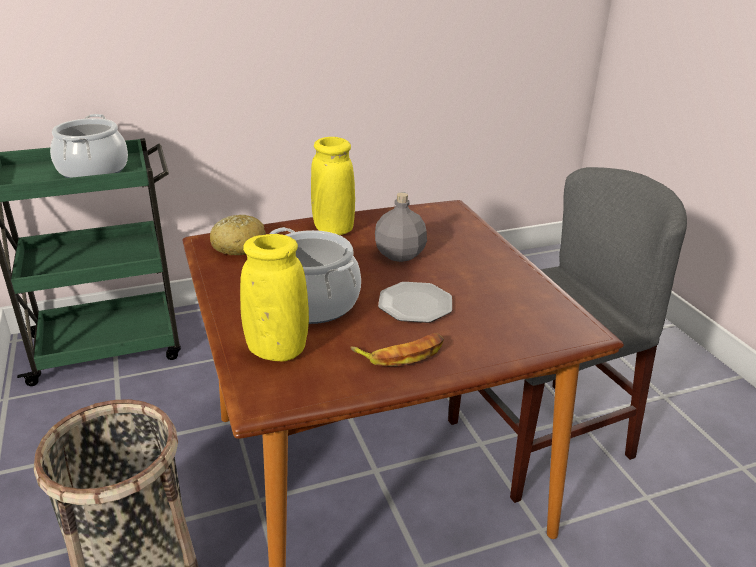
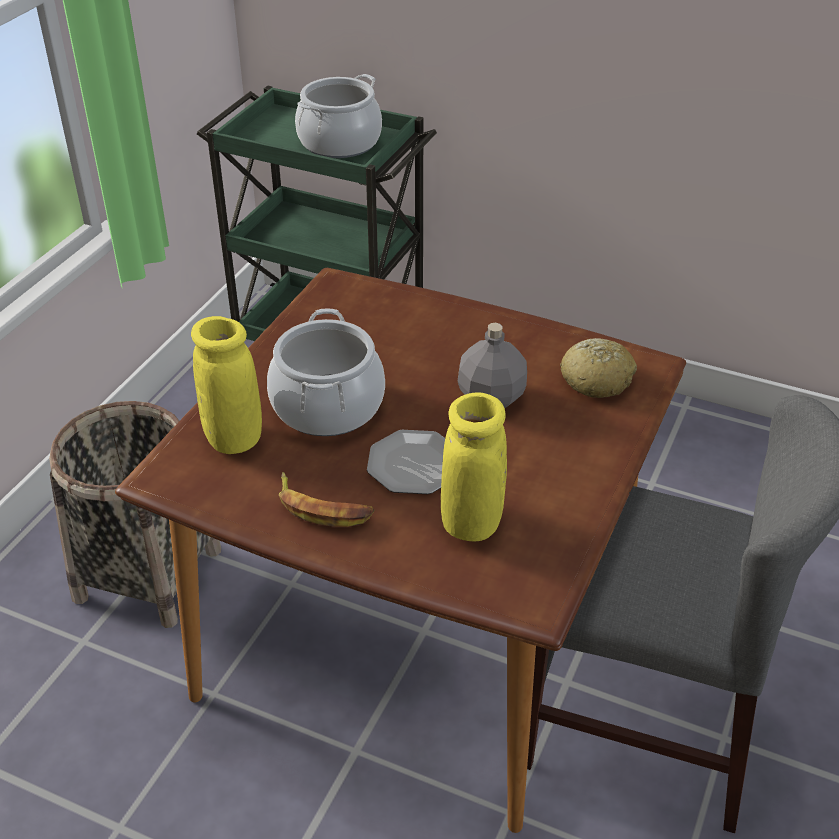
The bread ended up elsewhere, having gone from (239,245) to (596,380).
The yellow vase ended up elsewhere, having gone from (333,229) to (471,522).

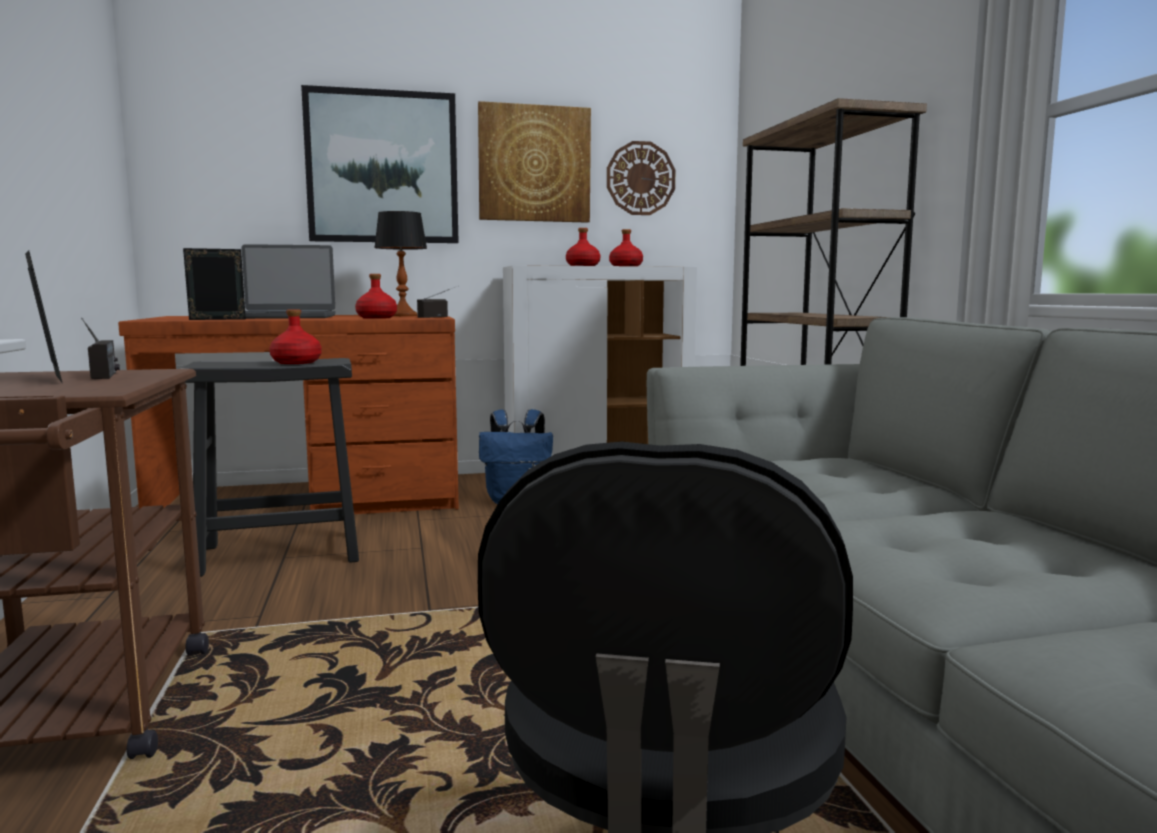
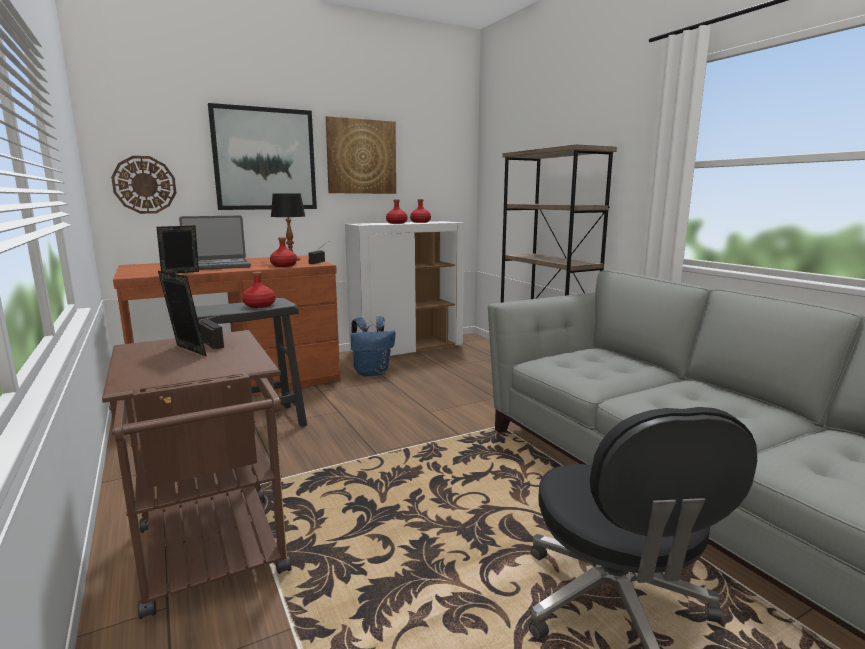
The wall clock ended up elsewhere, having gone from (640,178) to (144,185).

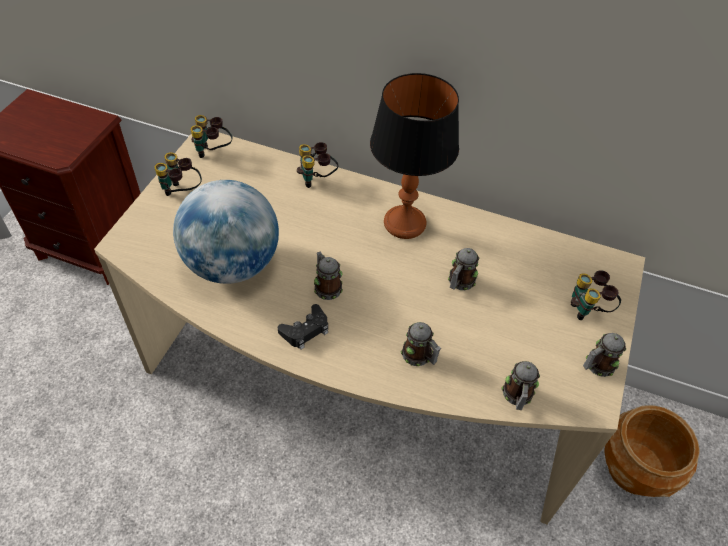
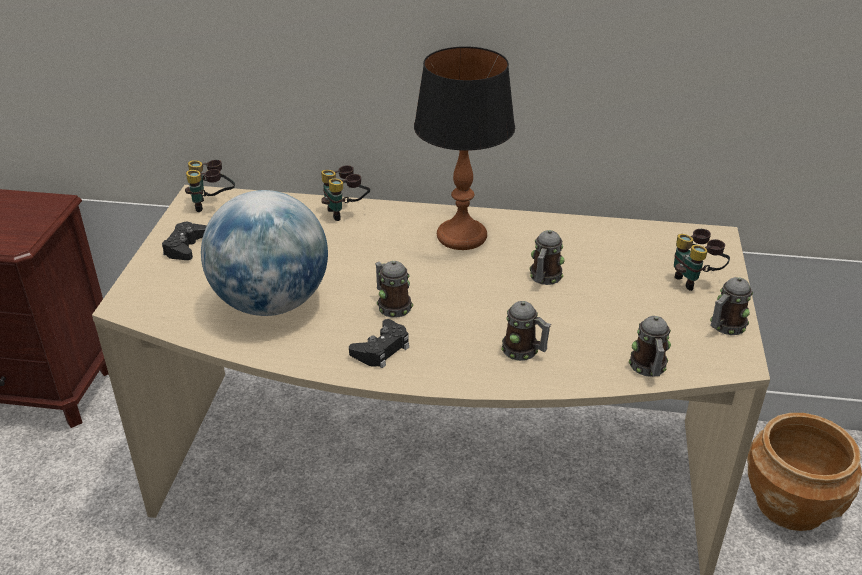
Where the binoculars stood at (181,193), the black game controller came to stand at (186,247).

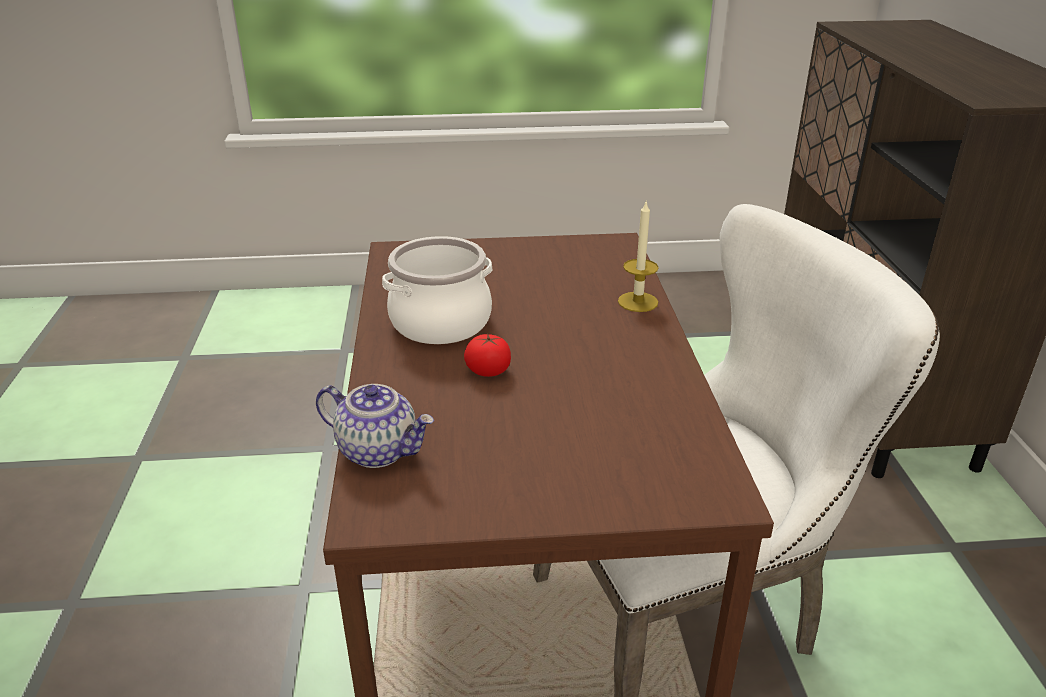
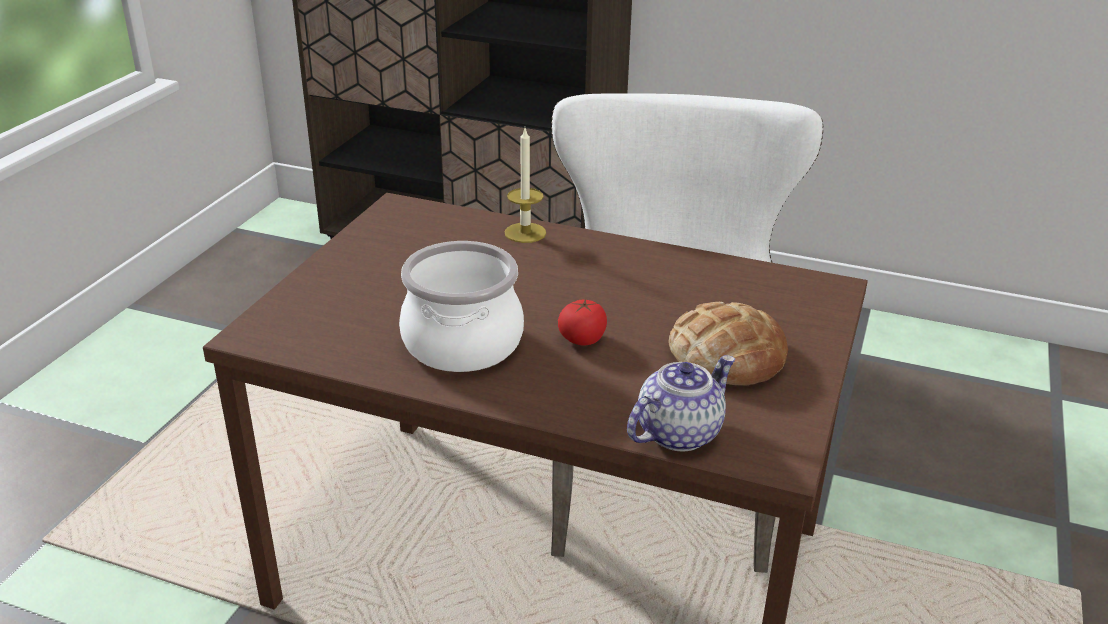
The second view gained the bread at (727,354).

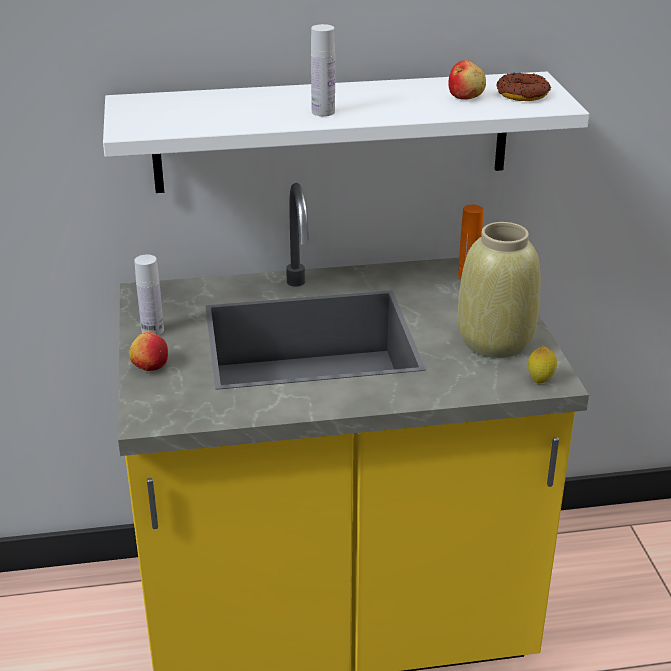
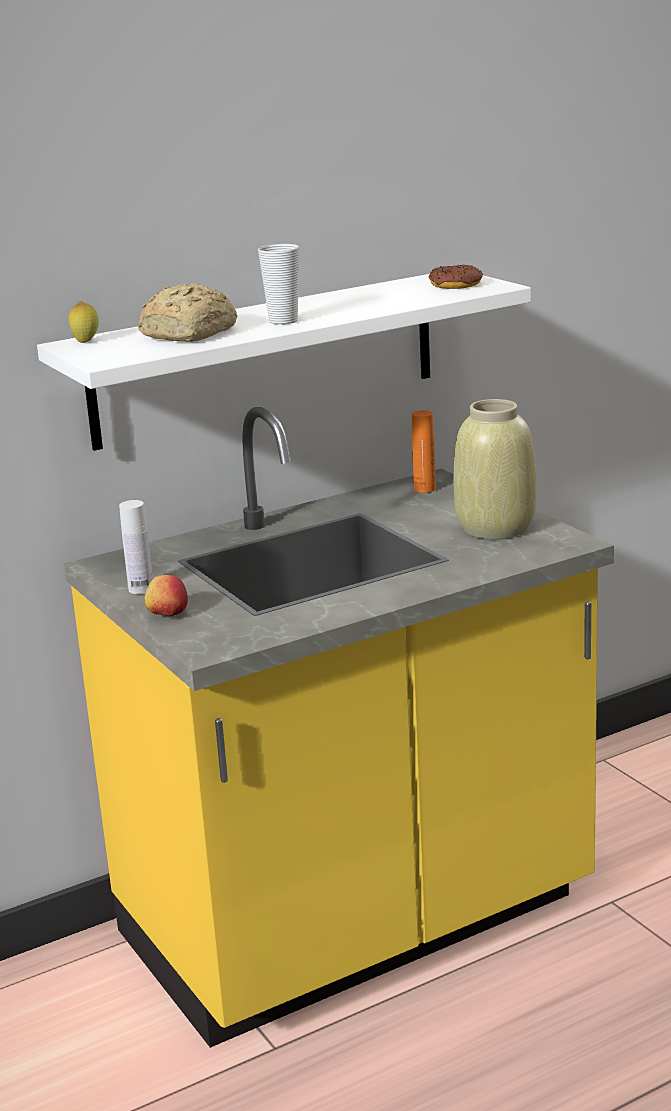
Where the white bottle stood at (323,112), the cup came to stand at (283,321).
The second view lost the apple at (466,97).
The lemon ended up elsewhere, having gone from (540,381) to (86,342).
The second view gained the bread at (191,333).

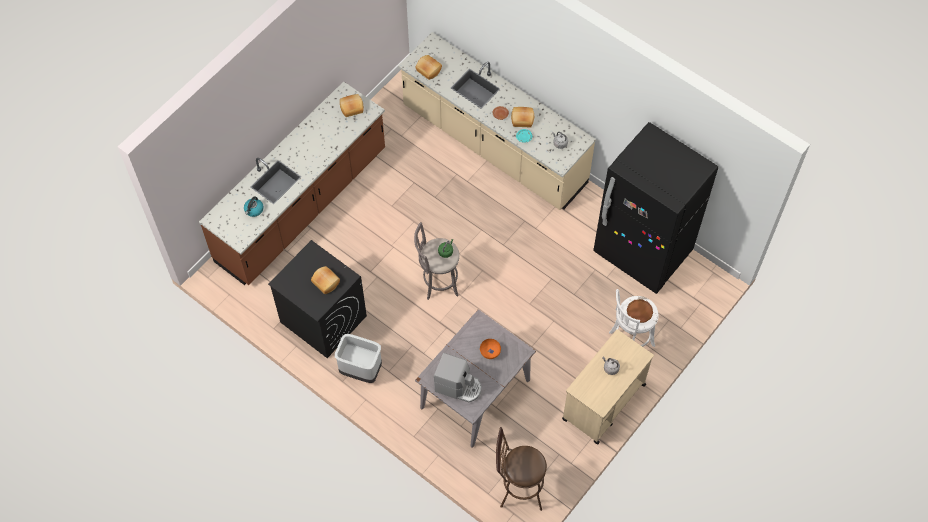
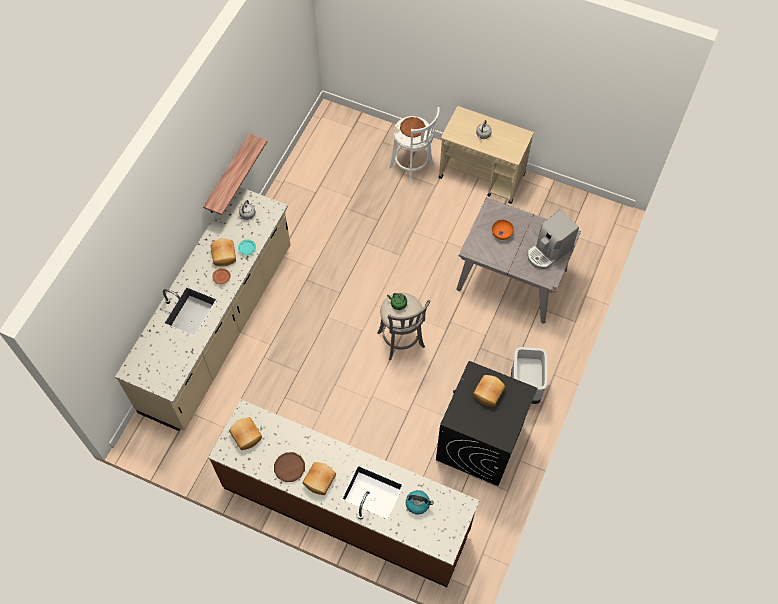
The bread ended up elsewhere, having gone from (428,70) to (320,481).
The coffee machine at (458,386) ended up facing another way, 135 degrees counterclockwise from before.
The second view lost the brown stool at (517,488).
The second view lost the black fridge at (642,252).
The second view gained the shelf at (228,176).
The second view gained the brown plate at (289,468).

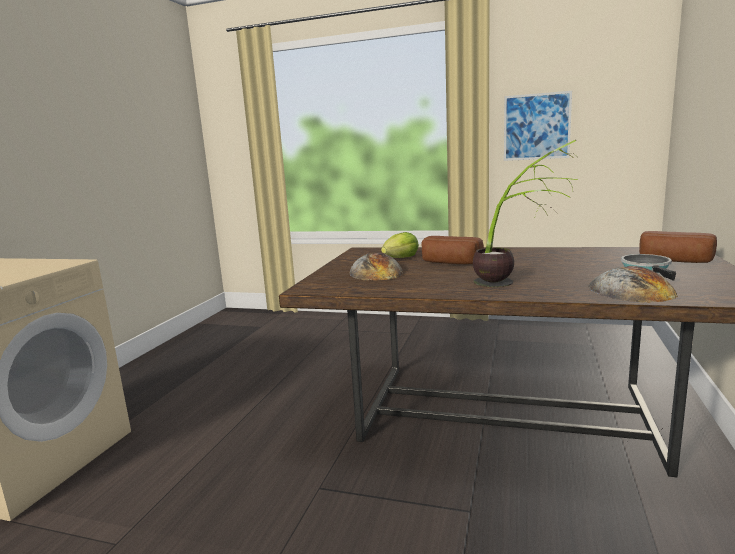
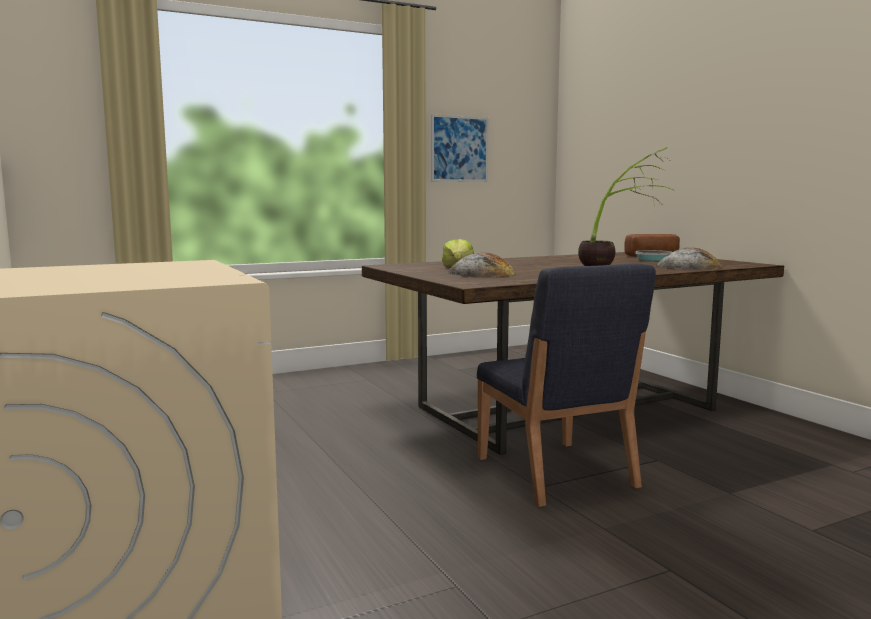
The second view lost the bread at (450,263).
The second view gained the blue chair at (555,473).

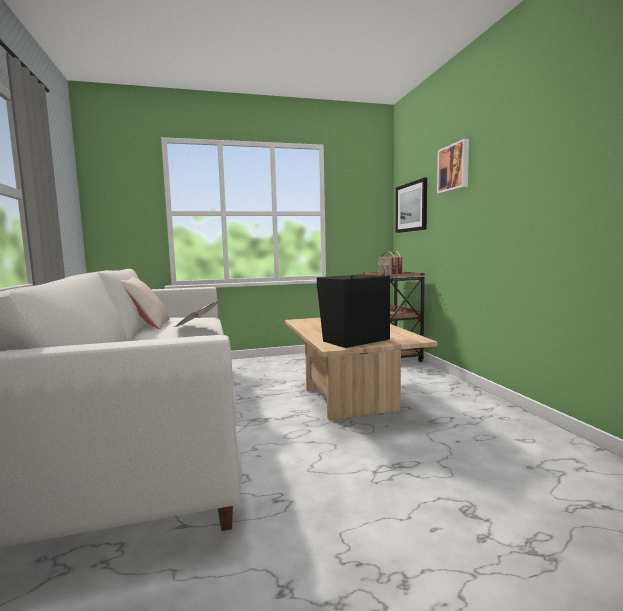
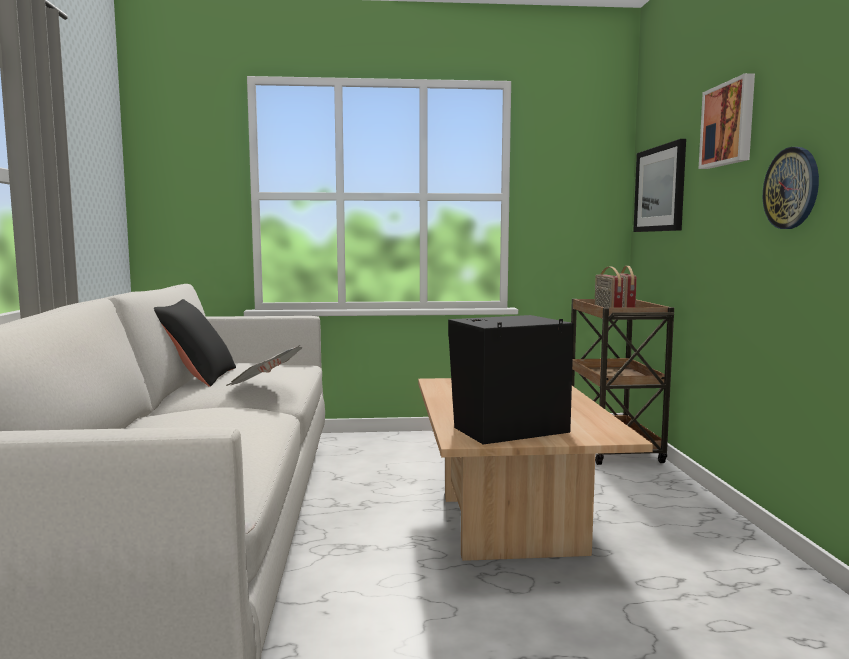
What was the beige pillow at (147,325) turned into the black pillow at (197,377).
The second view gained the wall clock at (792,188).

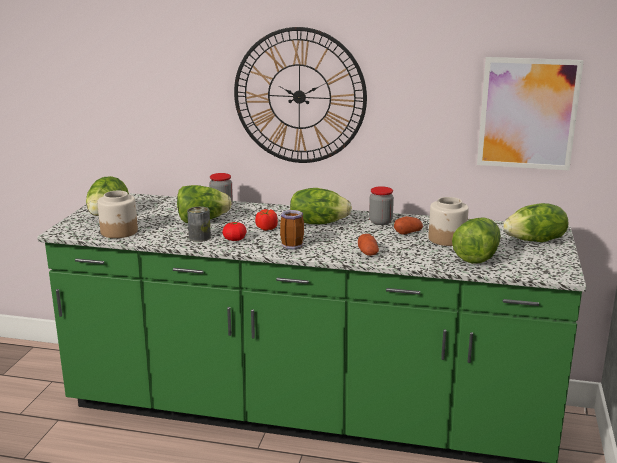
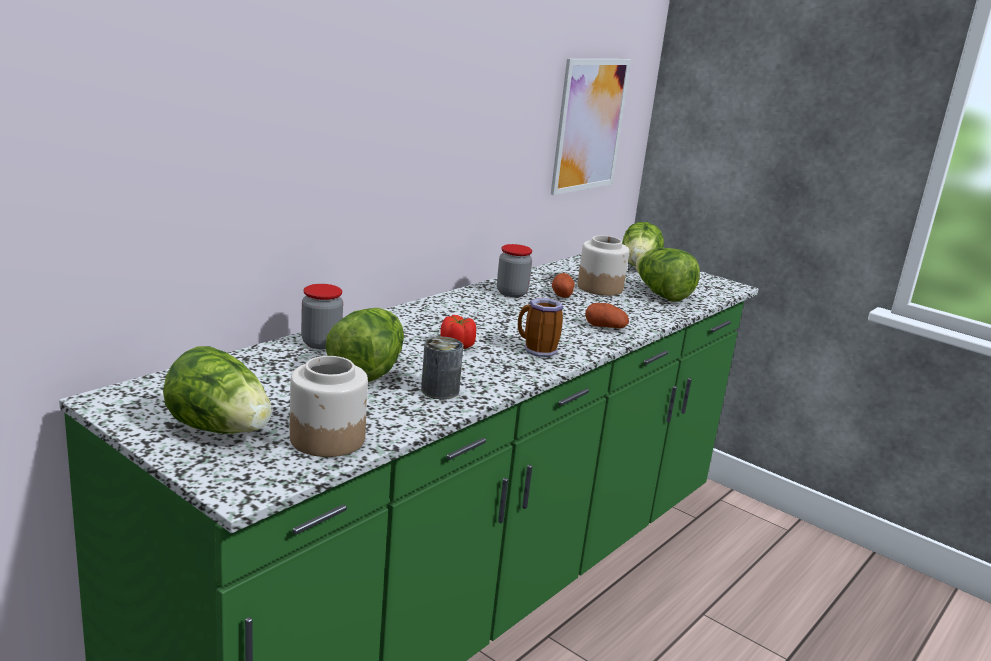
The second view lost the tomato at (234,239).
The second view lost the wall clock at (299,96).
The second view lost the lettuce at (318,222).

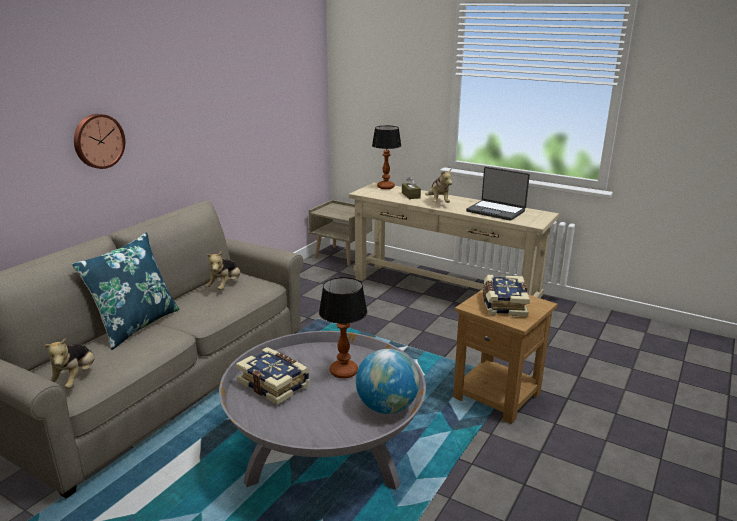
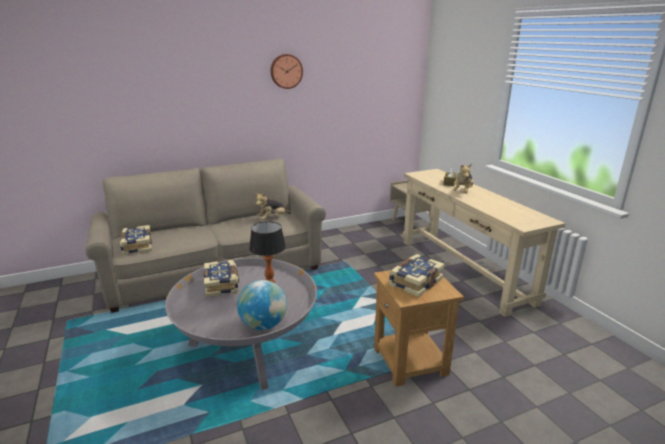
Where the plush toy stood at (75,379), the book came to stand at (136,246).
The second view lost the blue pillow at (135,325).
The wall clock ended up elsewhere, having gone from (98,141) to (286,71).
The second view lost the table lamp at (386,187).
The second view lost the laptop at (496,211).

